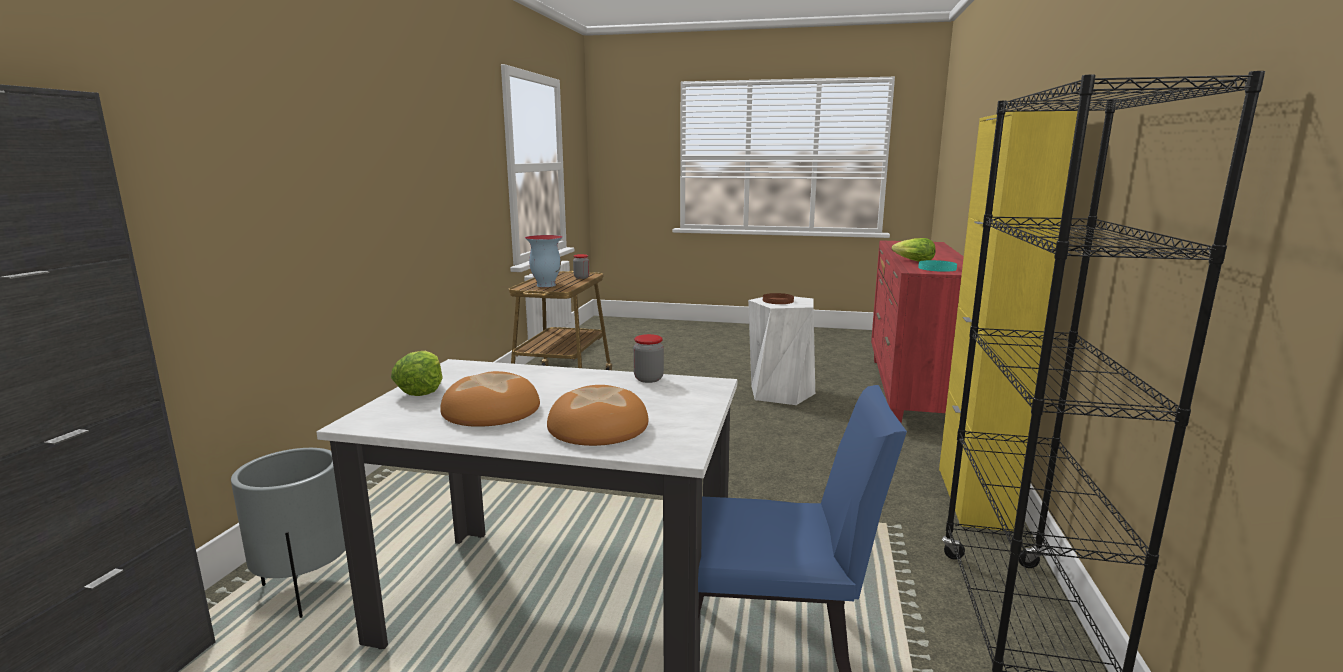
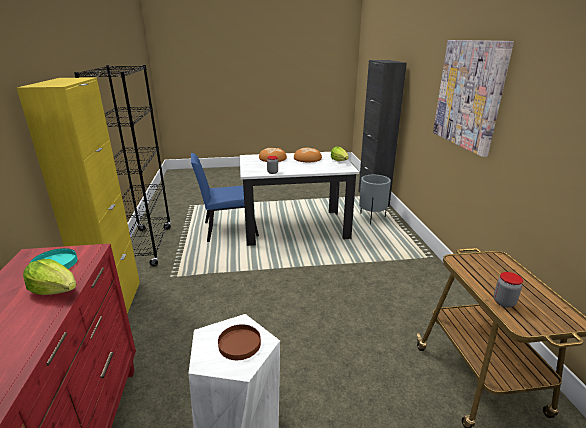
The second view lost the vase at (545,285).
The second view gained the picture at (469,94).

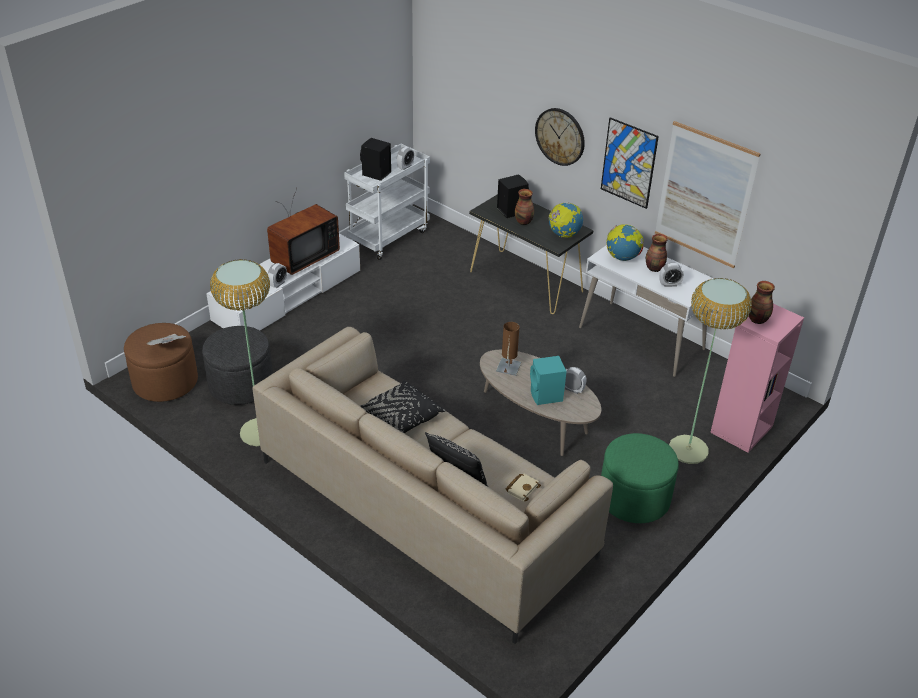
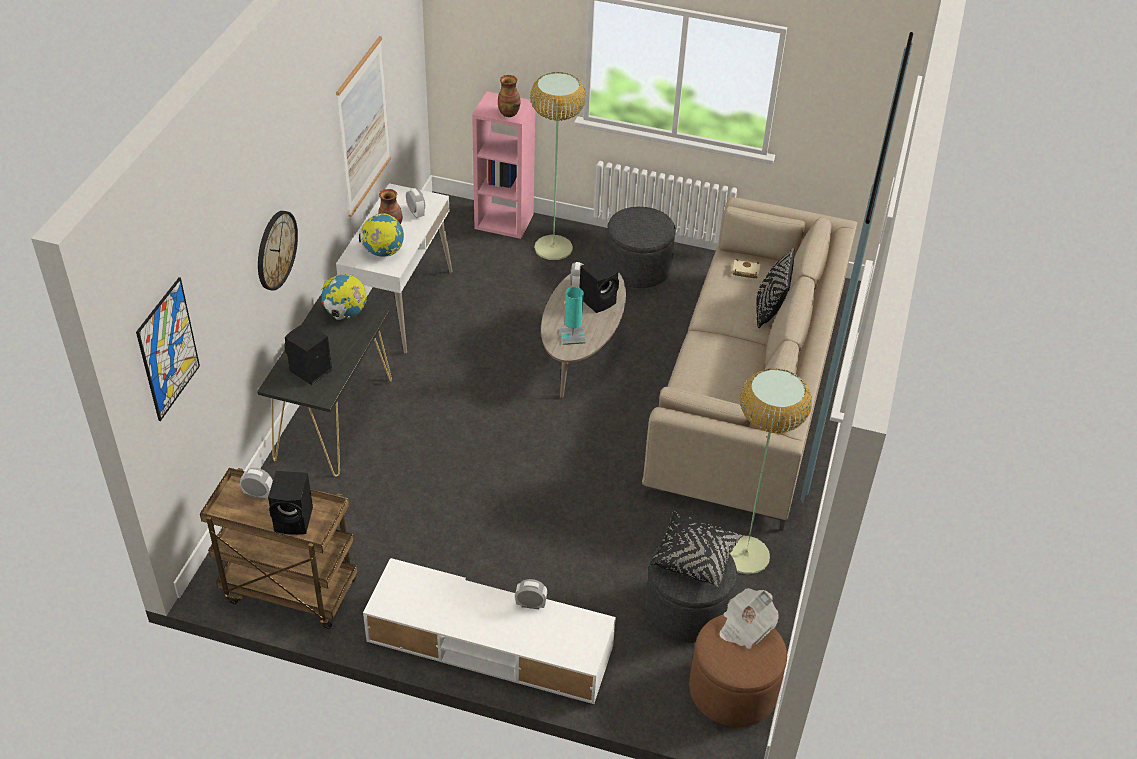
The second view lost the television at (302,257).
What was the white cart at (389,237) turned into the brown cart at (288,591).
The black pillow ended up elsewhere, having gone from (402,417) to (695,557).
What was the brown table lamp at (508,367) turned into the turquoise table lamp at (572,336).
The second view lost the vase at (524,222).
What was the turquoise speaker at (546,396) turned into the black speaker at (598,300).
The picture ended up elsewhere, having gone from (628,163) to (168,349).
What was the green ottoman at (634,498) turned into the grey ottoman at (638,268).

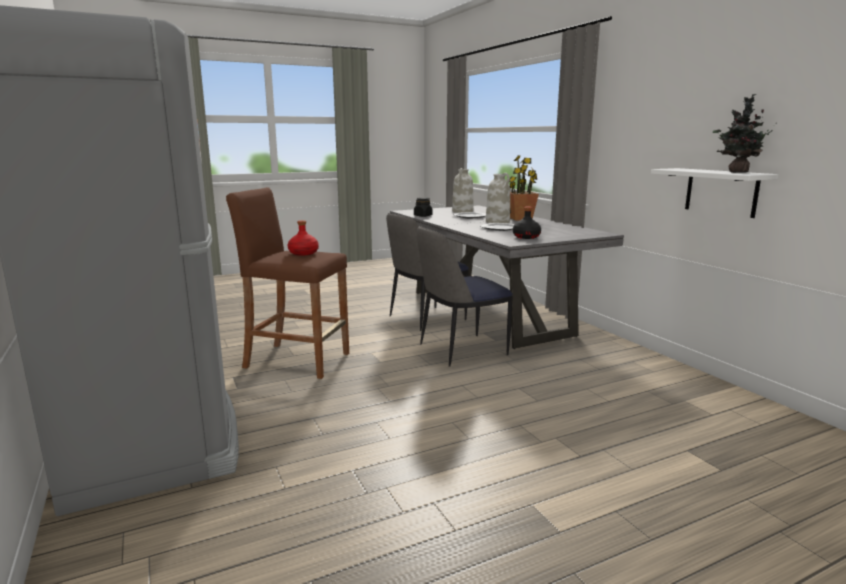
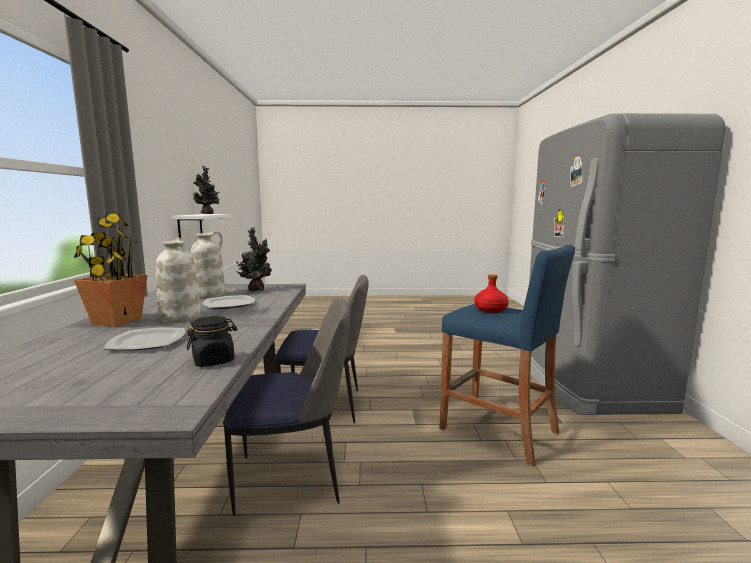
What was the brown stool at (297,360) turned into the blue stool at (498,430).
The white vase ended up elsewhere, having gone from (462,211) to (209,294).
Where the black bottle stood at (526,237), the potted plant came to stand at (256,290).

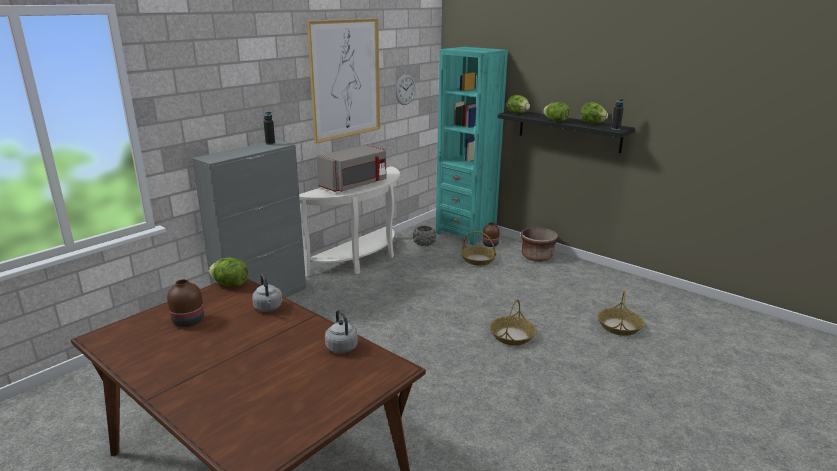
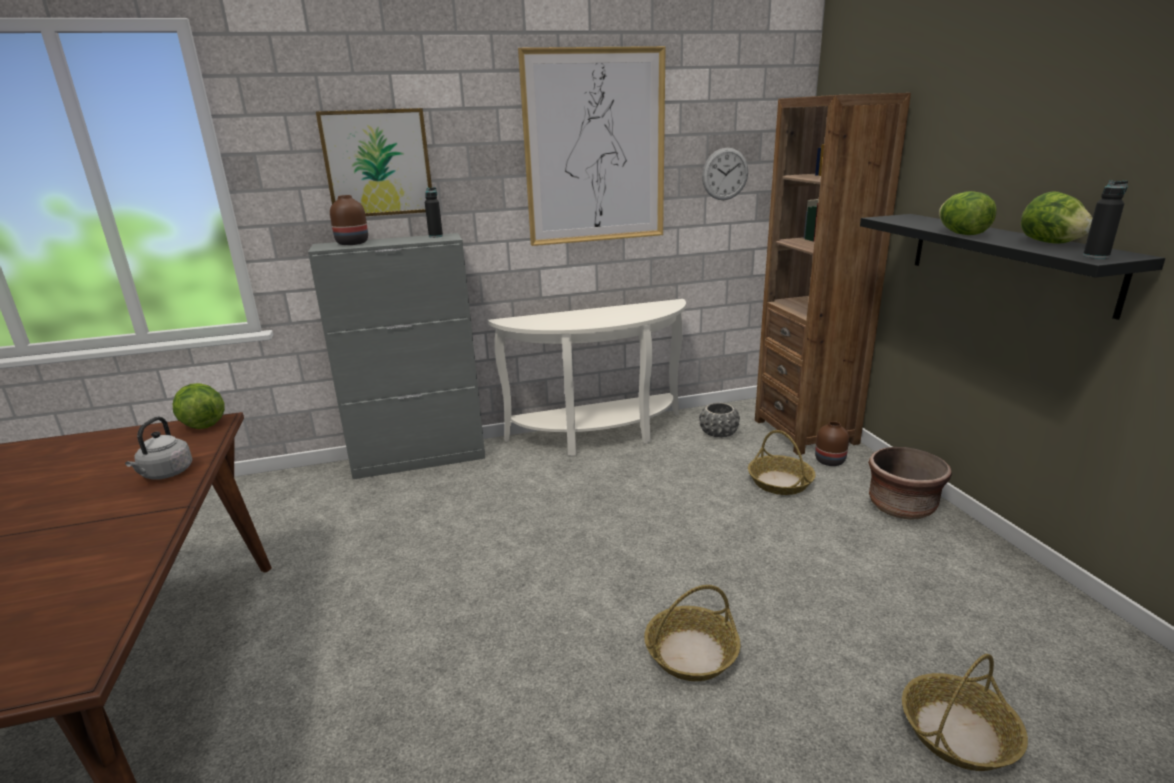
The brown vase ended up elsewhere, having gone from (189,321) to (353,243).
The second view lost the grey microwave at (355,185).
The second view lost the grey kettle at (341,346).
What was the turquoise bookcase at (465,233) turned into the brown bookcase at (805,431).
The second view lost the lettuce at (517,113).
The second view gained the picture at (378,163).

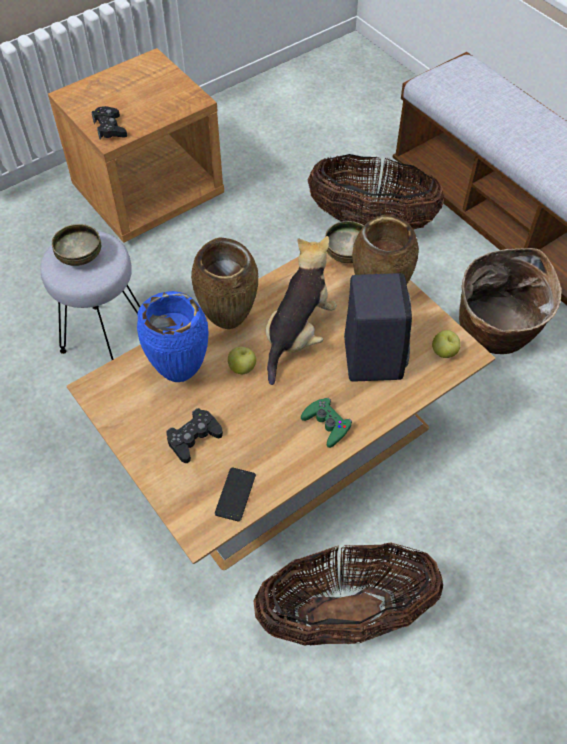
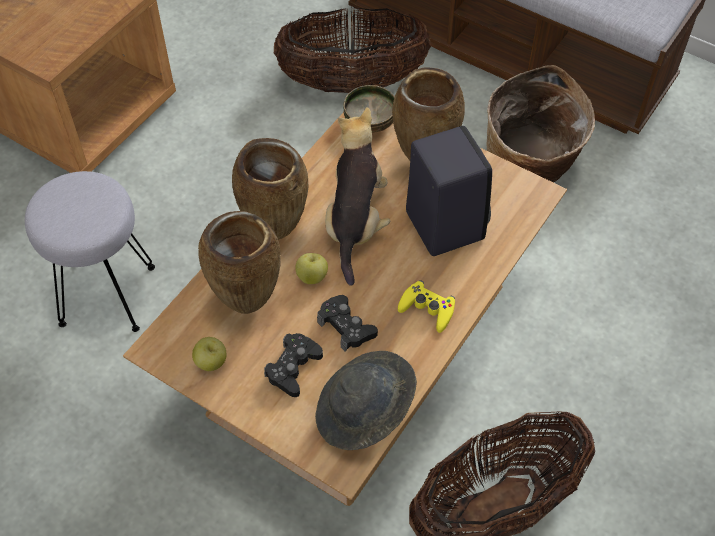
The second view lost the bowl at (80,257).
The black game controller ended up elsewhere, having gone from (110,128) to (346,327).
What was the blue vase at (181,374) turned into the brown vase at (248,303).
Where the phone stood at (235,494), the grey hat came to stand at (364,412).
What was the green game controller at (326,424) turned into the yellow game controller at (427,309).
The apple ended up elsewhere, having gone from (444,352) to (211,362).

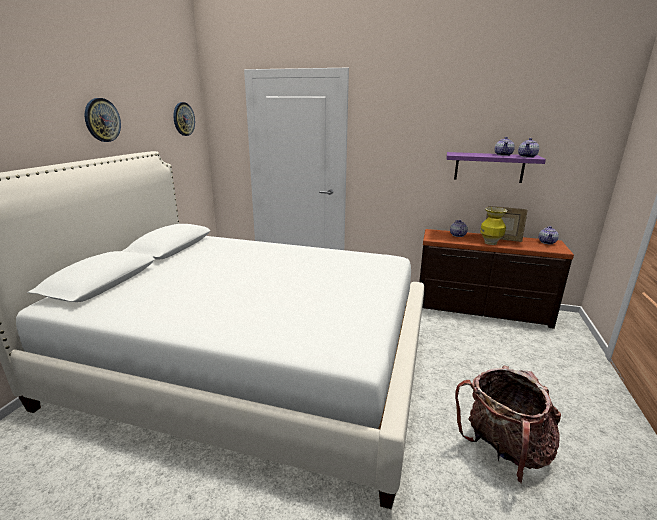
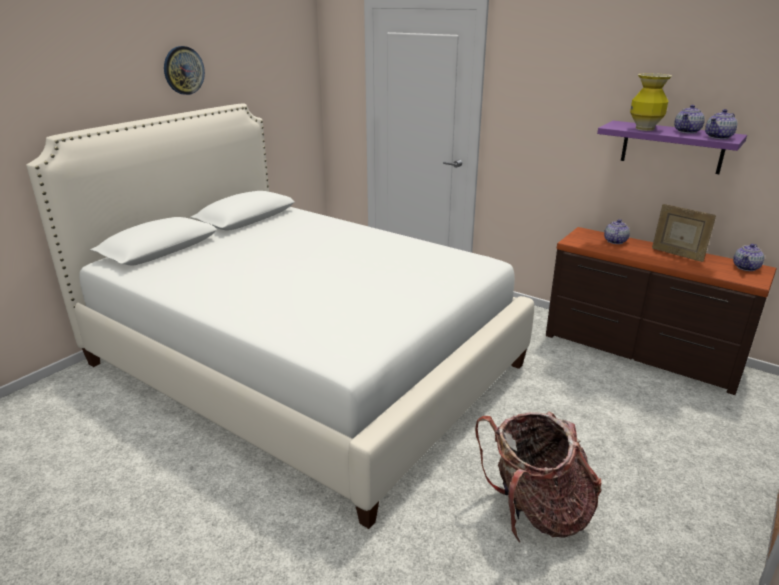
The second view lost the wall clock at (183,119).
The vase ended up elsewhere, having gone from (490,243) to (644,129).

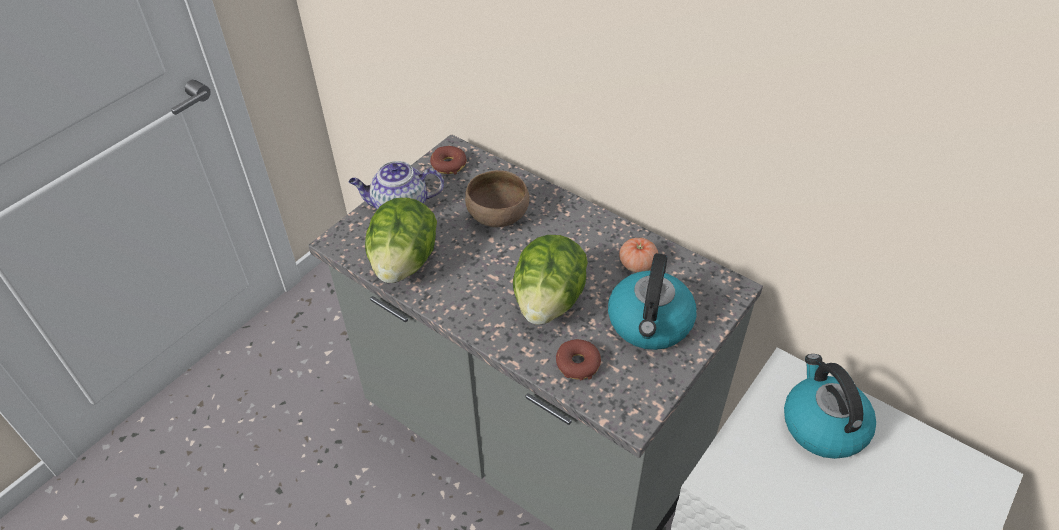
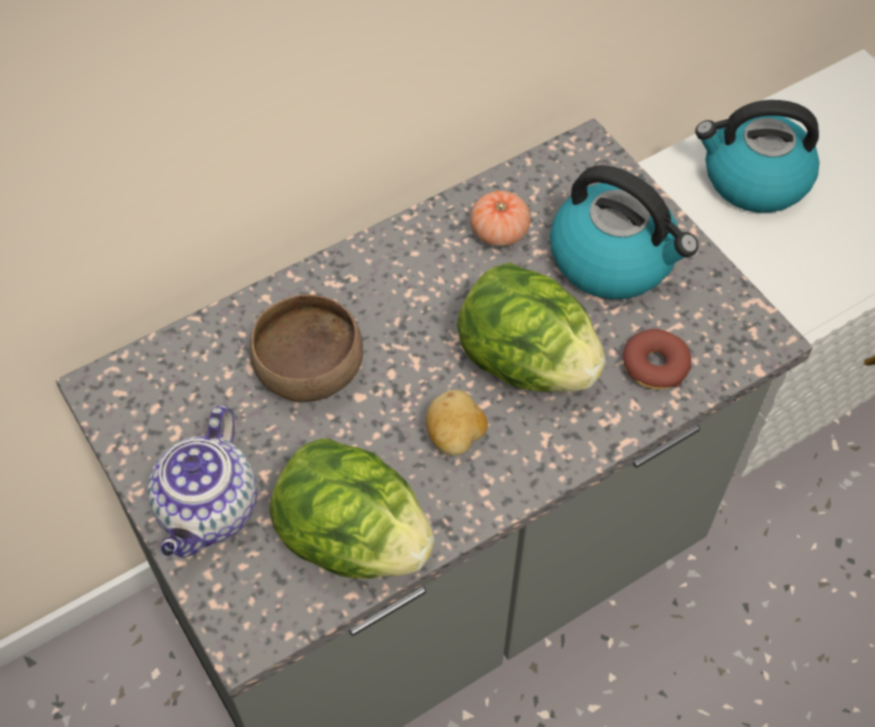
The second view lost the donut at (448,165).
The second view gained the potato at (455,437).

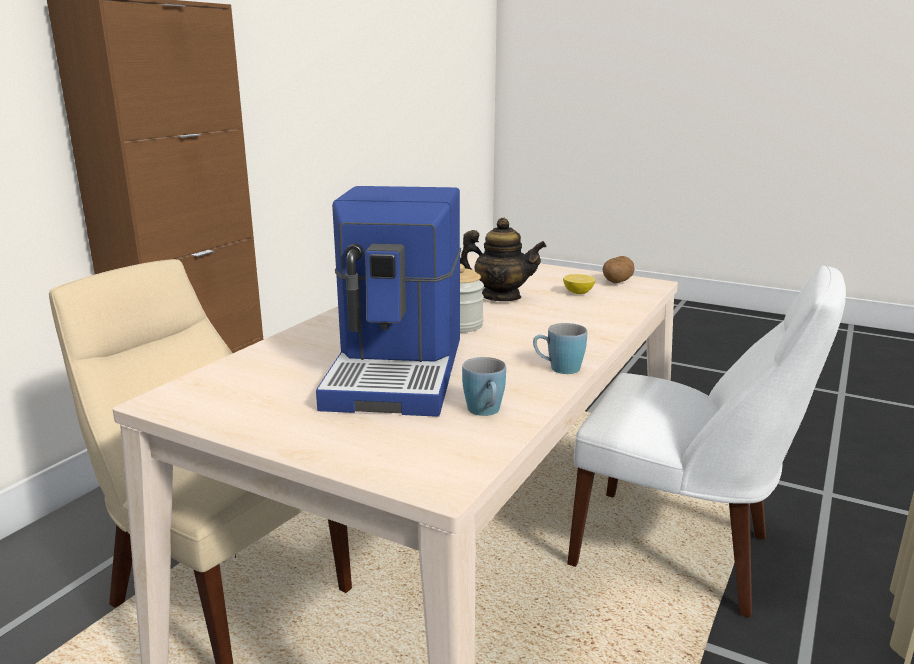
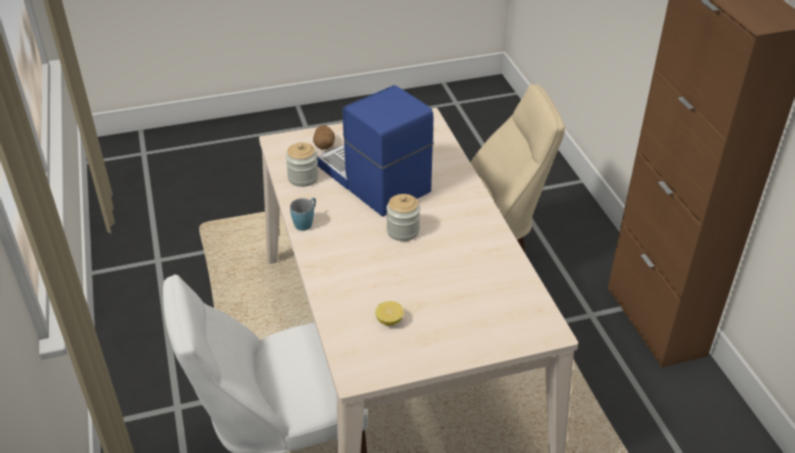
The second view lost the teapot at (500,297).
Where the blue mug stood at (486,412), the jar came to stand at (303,178).
The potato ended up elsewhere, having gone from (616,282) to (324,145).

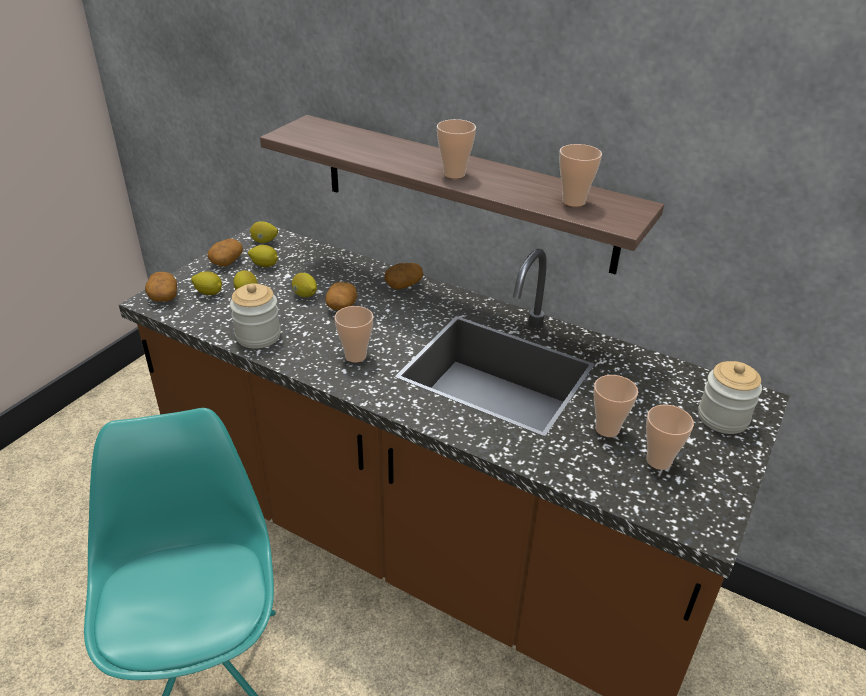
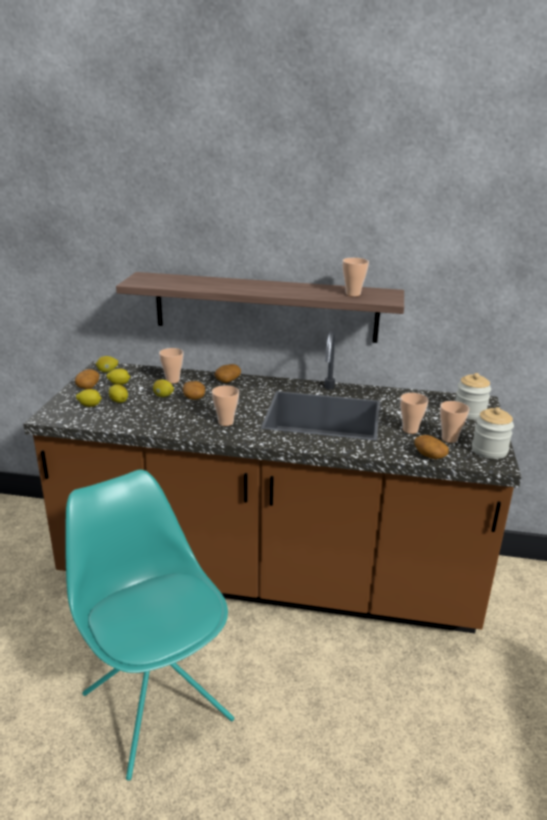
The potato ended up elsewhere, having gone from (163,296) to (429,455).
The jar ended up elsewhere, having gone from (258,336) to (489,450).
The cup ended up elsewhere, having gone from (454,174) to (172,380).

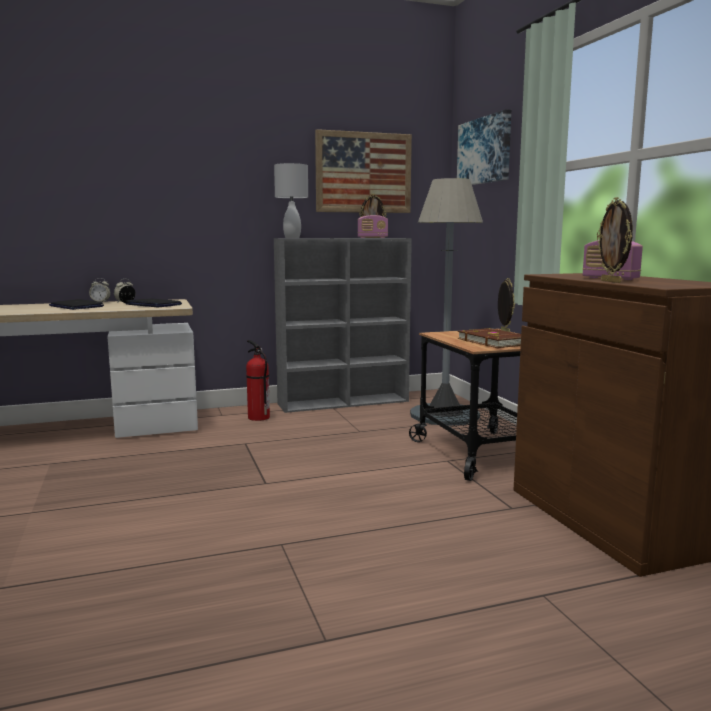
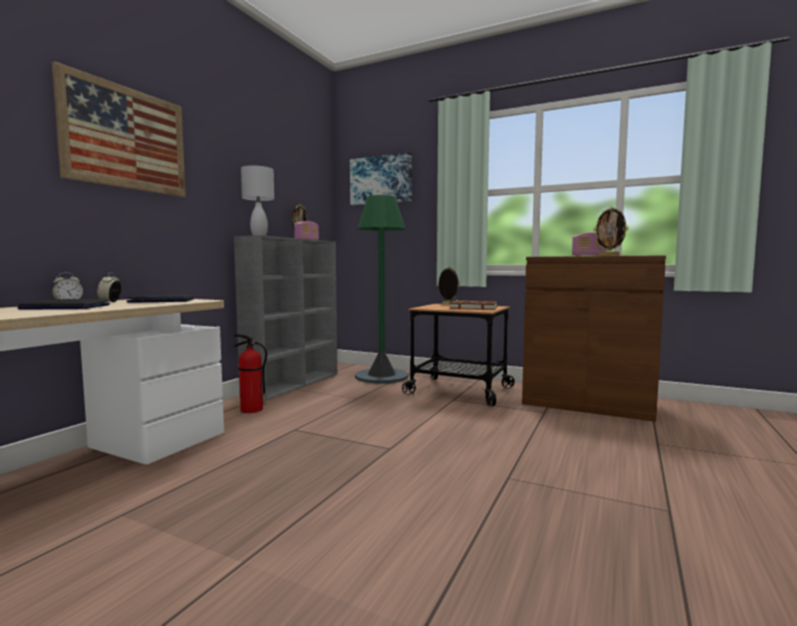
The picture ended up elsewhere, having gone from (363,172) to (126,138).
What was the grey floor lamp at (444,415) turned into the green floor lamp at (381,376).

